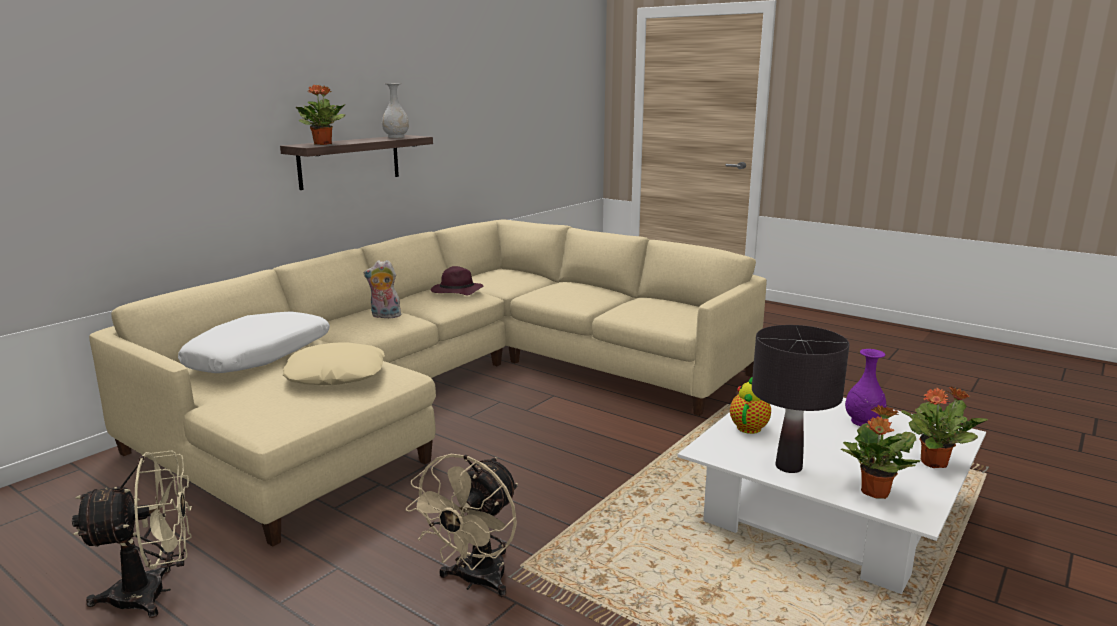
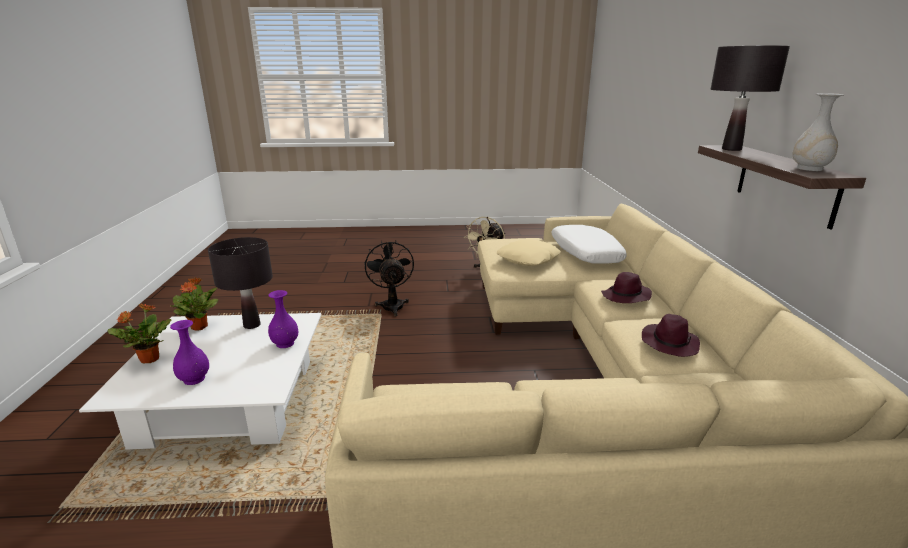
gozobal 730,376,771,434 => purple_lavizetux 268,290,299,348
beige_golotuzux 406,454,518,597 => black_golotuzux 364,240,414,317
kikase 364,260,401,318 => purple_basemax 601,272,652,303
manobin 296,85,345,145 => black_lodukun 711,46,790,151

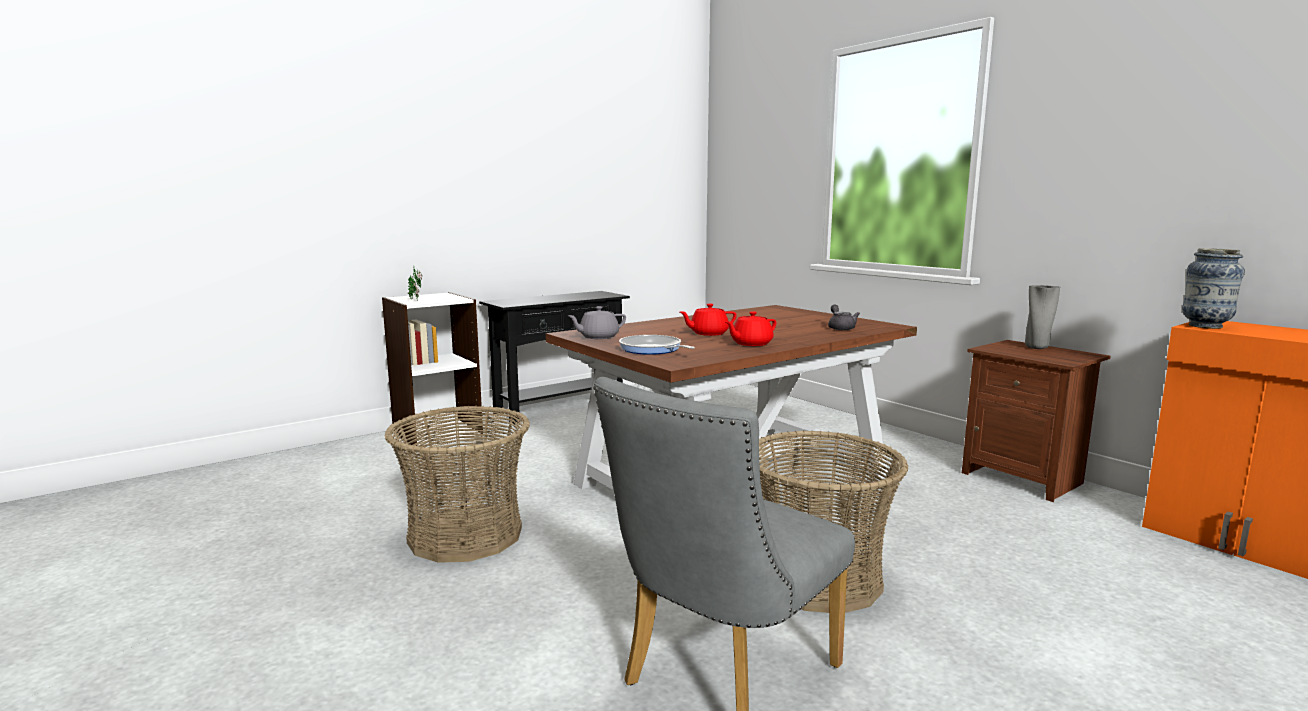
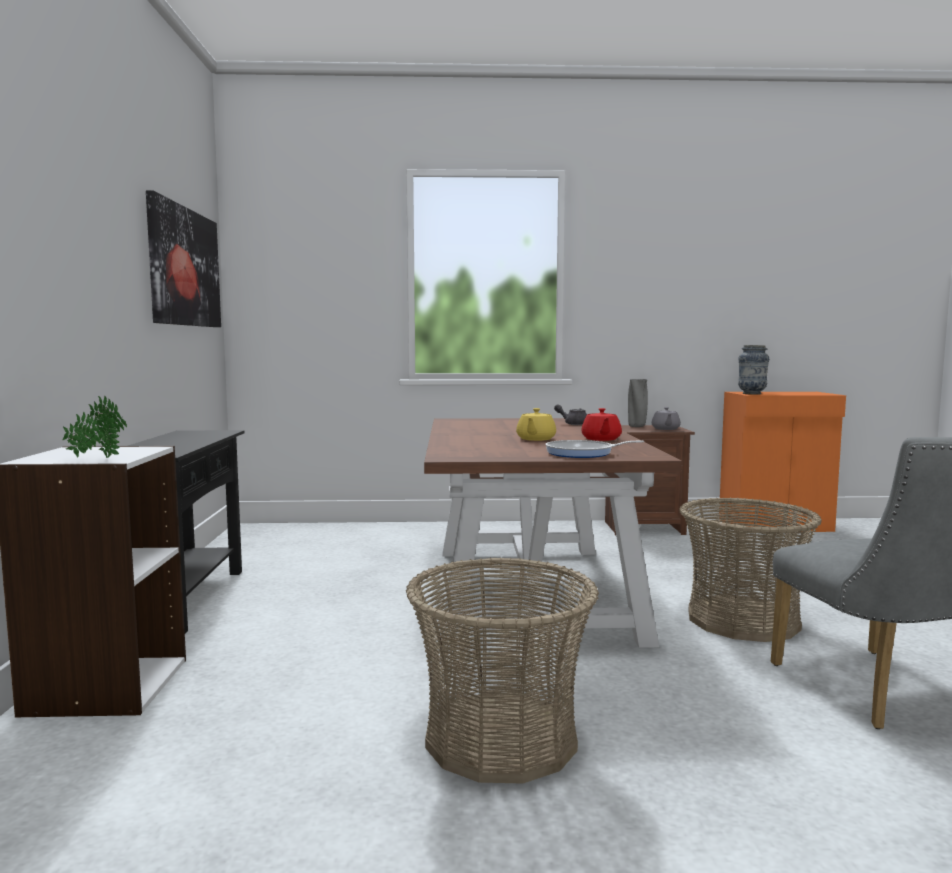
nothing => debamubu 146,190,221,327
red_gozobal 680,304,737,336 => yellow_gozobal 516,408,556,441
grey_gozobal 568,306,626,339 => grey_gozobal 652,407,681,430, shifted

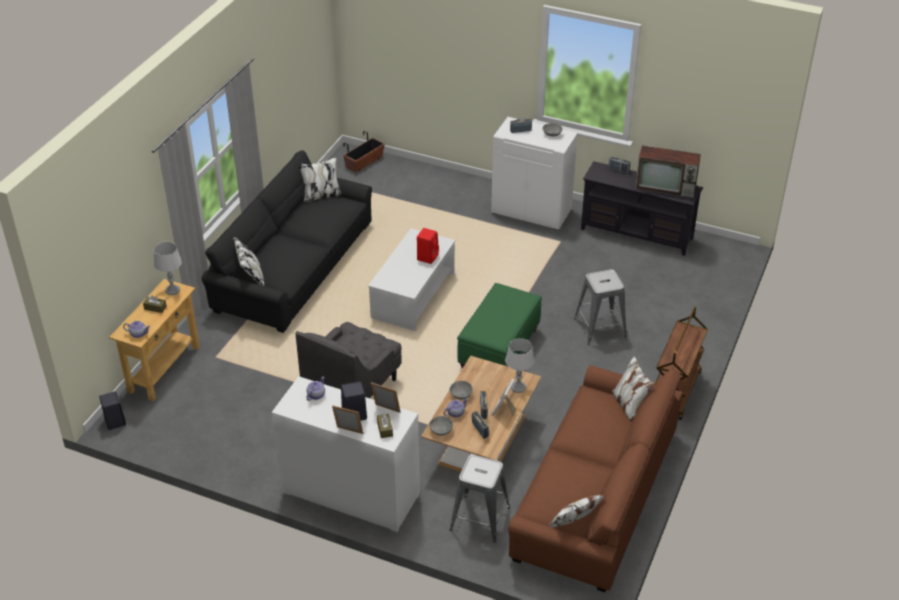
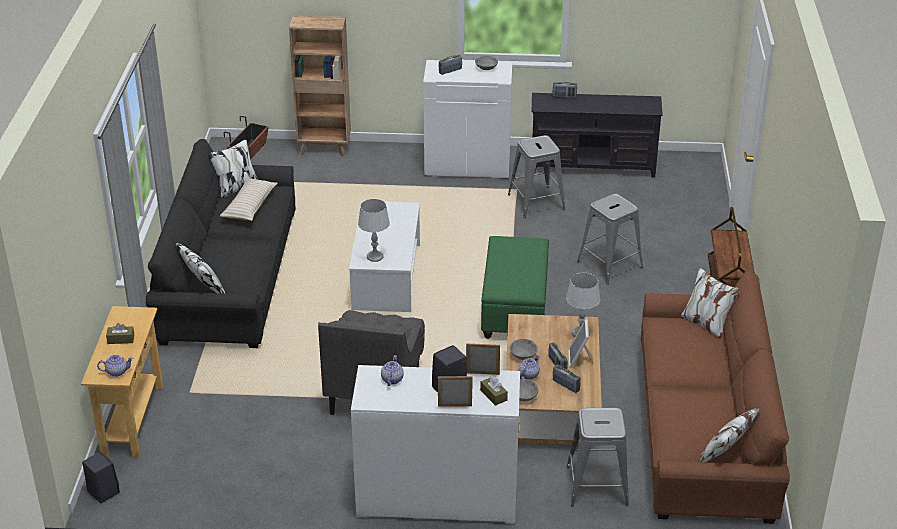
nothing => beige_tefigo 220,179,278,221
nothing => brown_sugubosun 289,16,351,156
grey_lodukun 154,242,182,295 => grey_lodukun 358,199,390,262, shifted
nothing => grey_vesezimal 508,135,565,218
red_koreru 417,228,439,264 => nothing
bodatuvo 635,145,701,198 => nothing

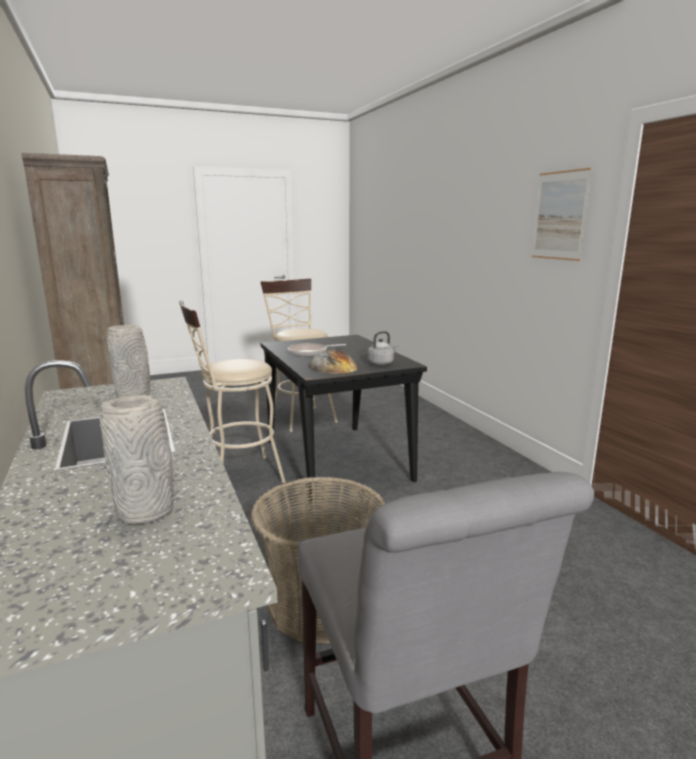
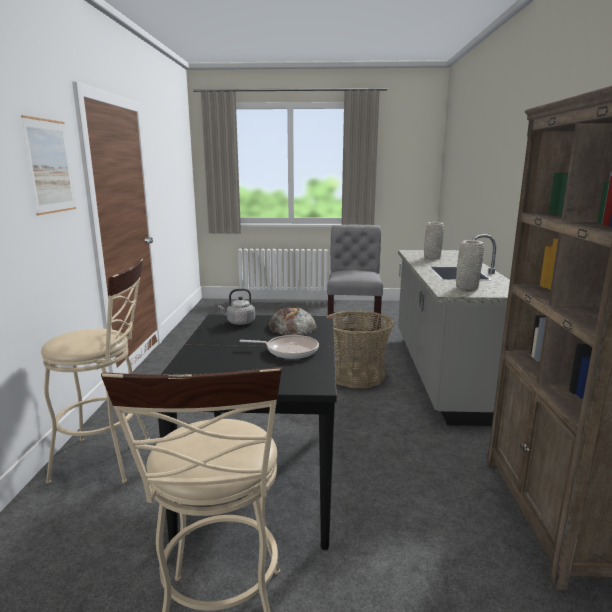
beige_vesezimal 179,300,286,483 => beige_vesezimal 41,259,150,484, shifted

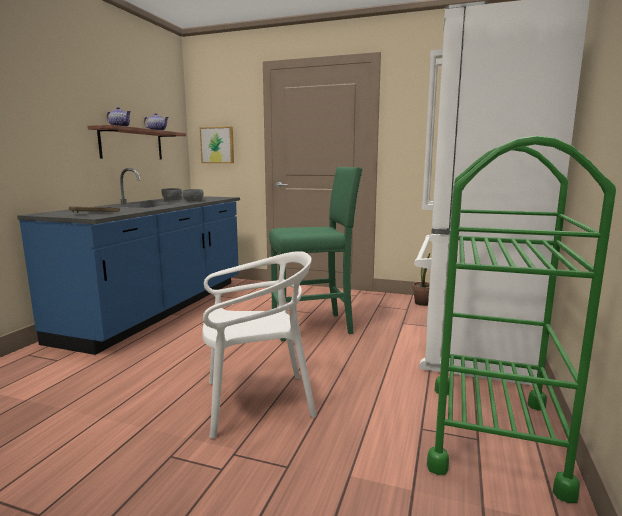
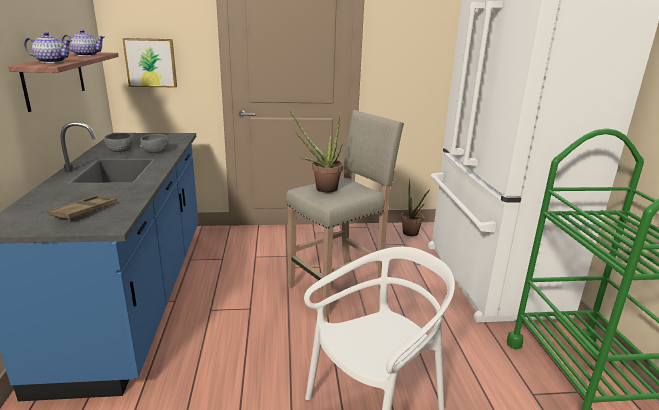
green_vesezimal 269,167,362,342 => beige_vesezimal 286,110,404,317
nothing => manobin 289,109,343,193

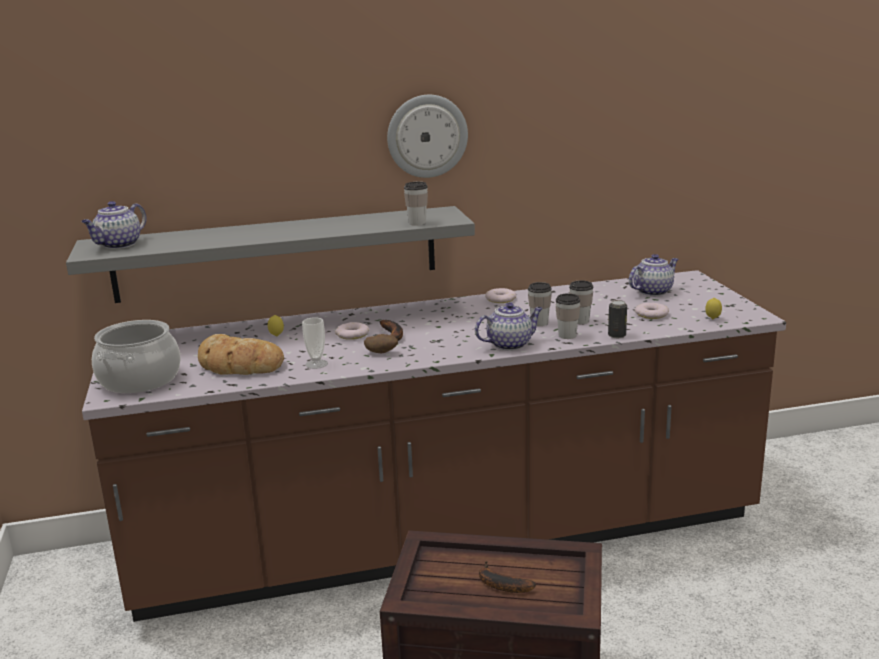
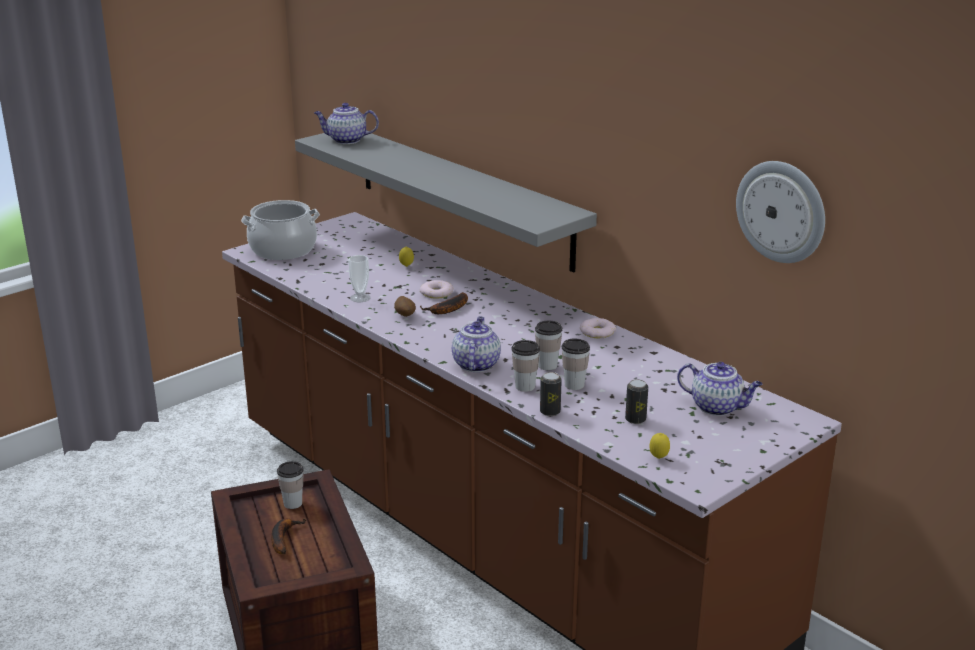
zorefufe 404,182,428,226 => zorefufe 277,461,304,509, shifted
gozobal 475,302,543,351 => gozobal 452,316,501,372, 120 degrees counterclockwise
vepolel 635,303,669,319 => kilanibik 625,379,648,424
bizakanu 387,95,468,178 => bizakanu 736,161,825,263, shifted
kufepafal 198,334,284,375 => nothing

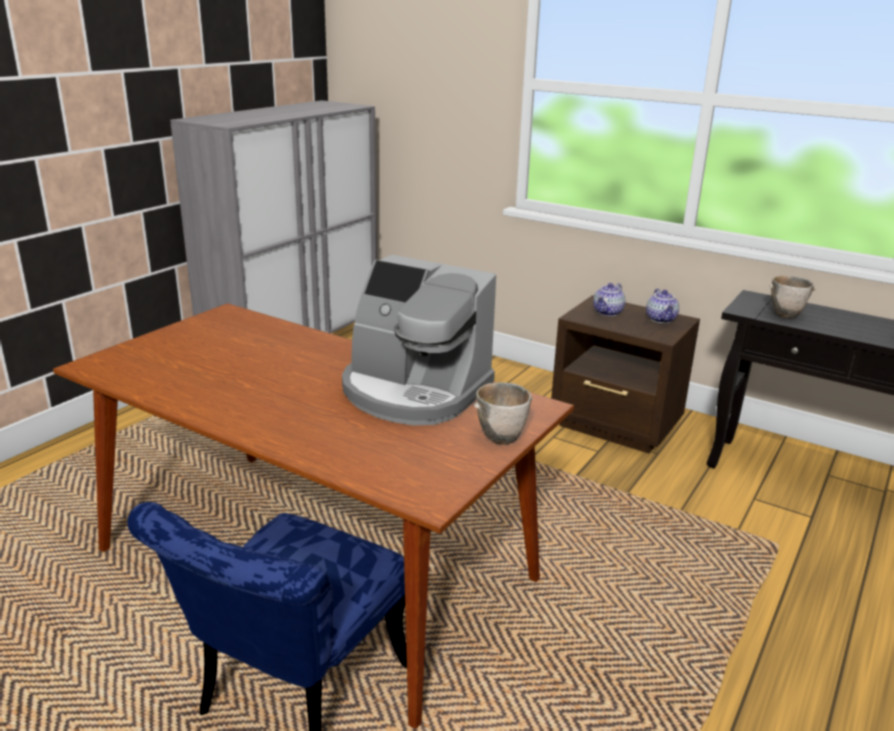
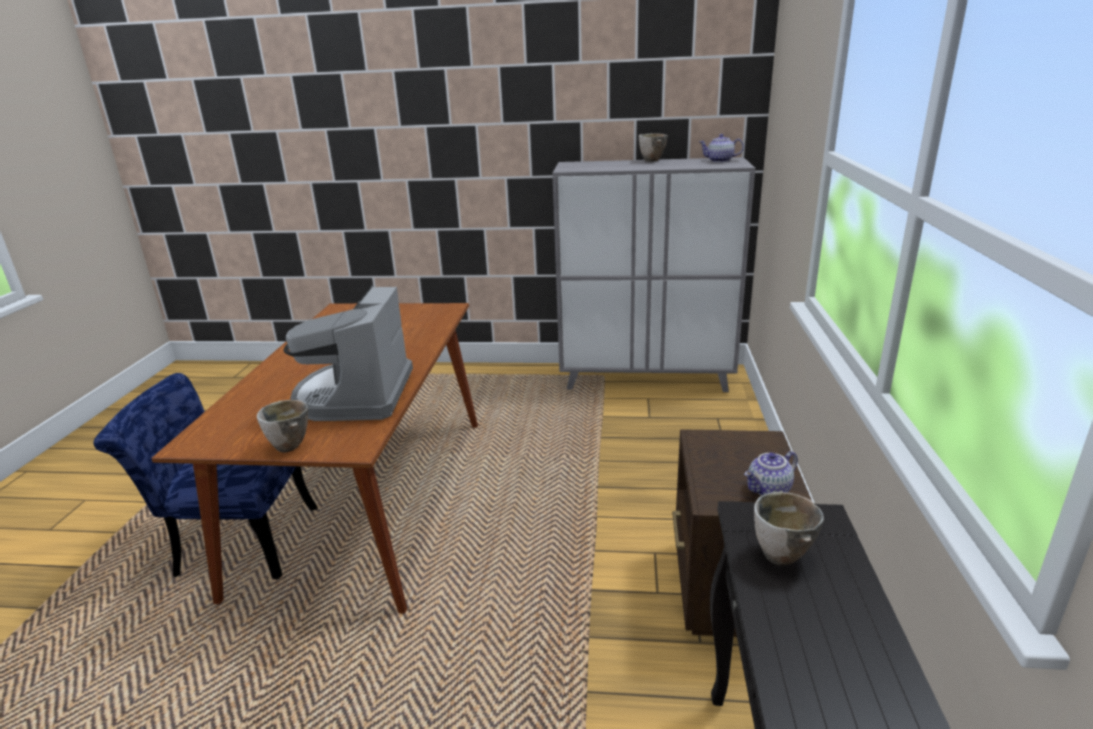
nothing => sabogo 639,133,668,162
gozobal 593,283,625,316 => gozobal 699,134,744,162, shifted

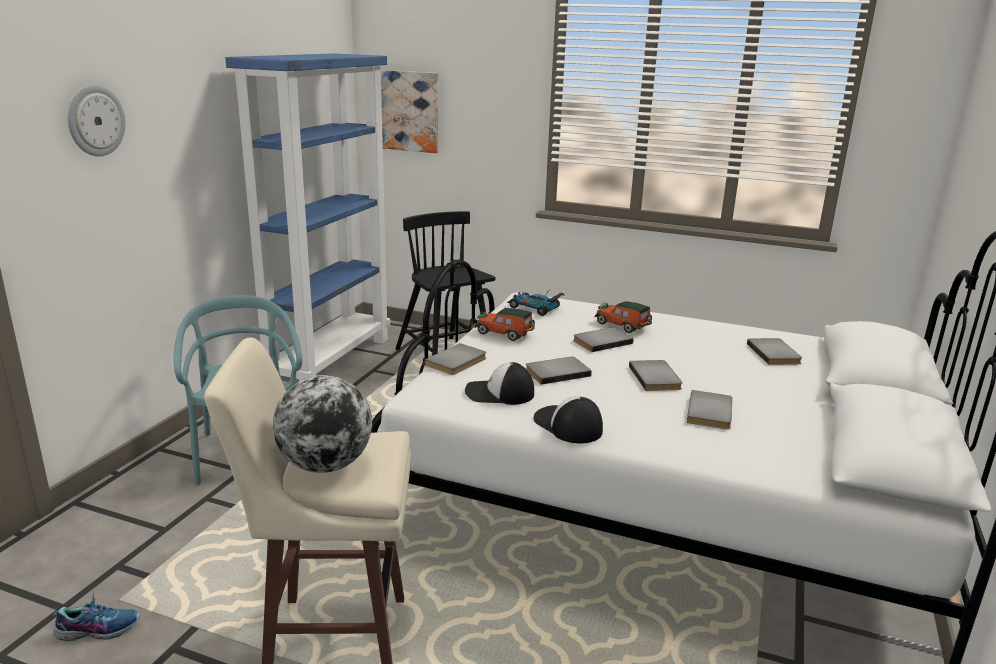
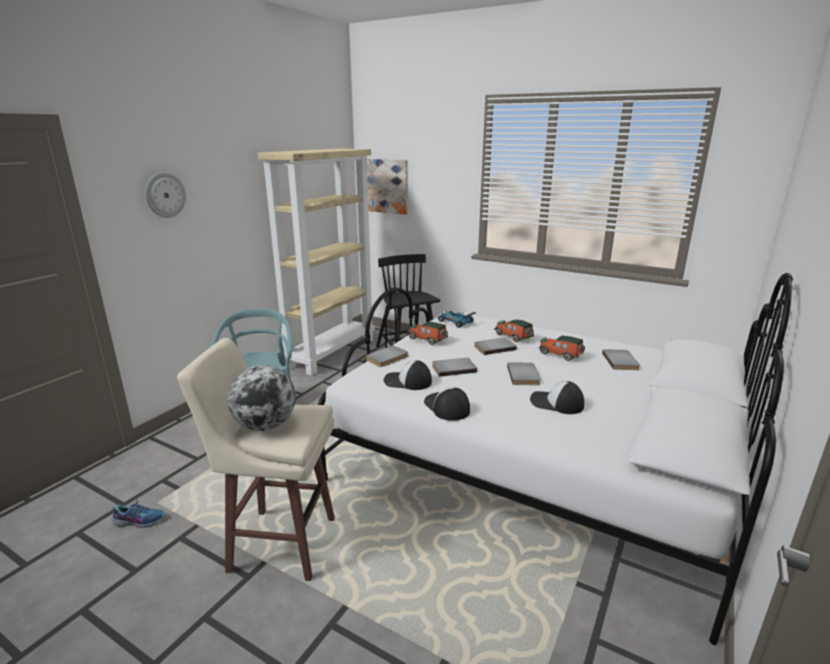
blue_sugubosun 225,53,390,381 => beige_sugubosun 257,149,375,376
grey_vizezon 687,390,732,430 => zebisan 530,381,584,414
nothing => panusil 538,336,585,361

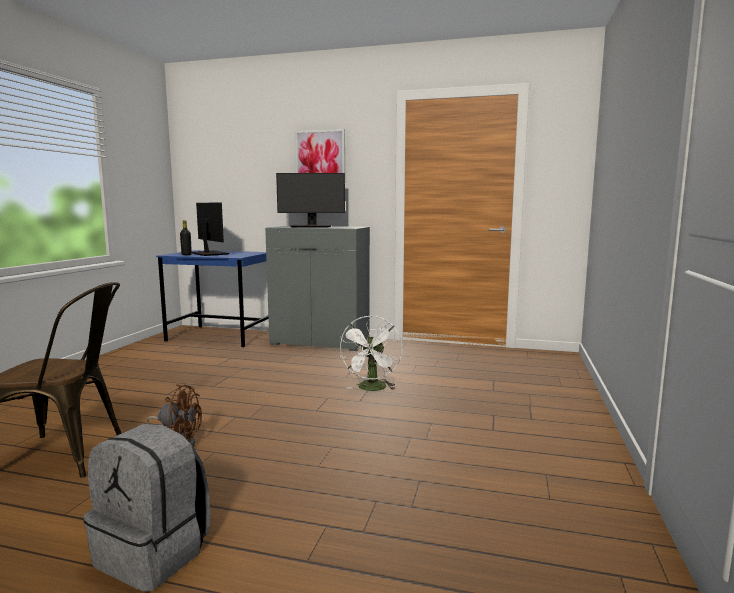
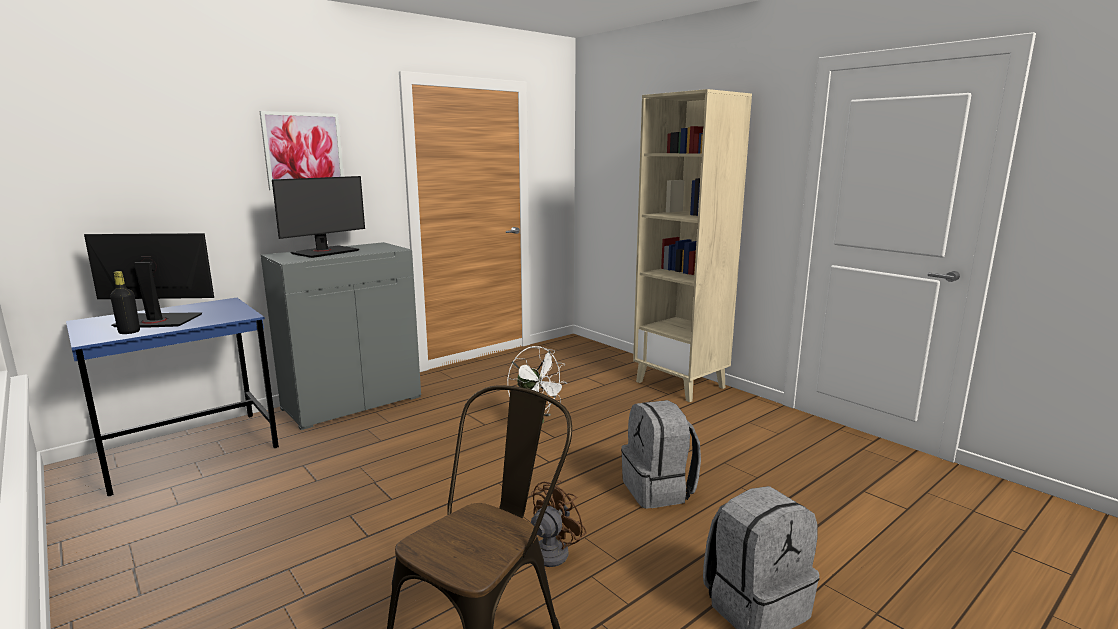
nothing => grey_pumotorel 621,400,701,509
nothing => beige_sugubosun 633,89,752,402

